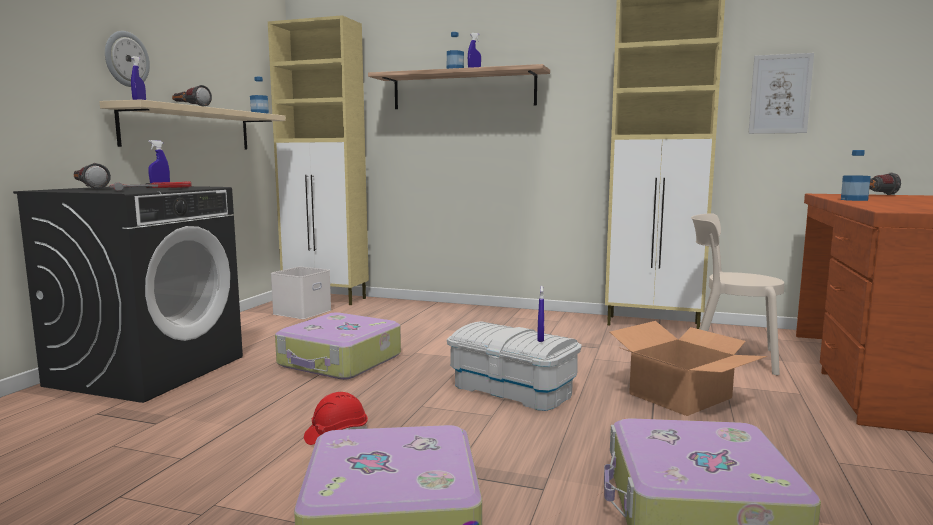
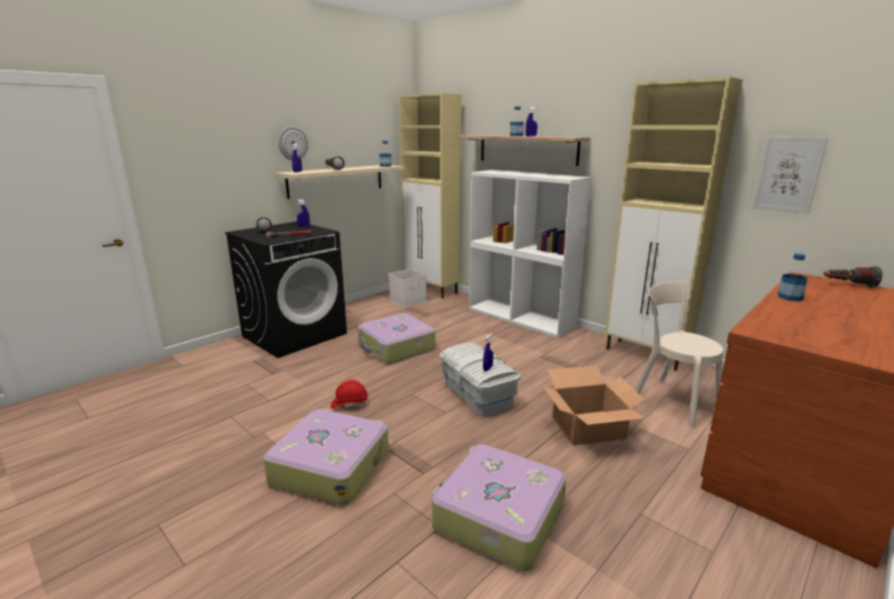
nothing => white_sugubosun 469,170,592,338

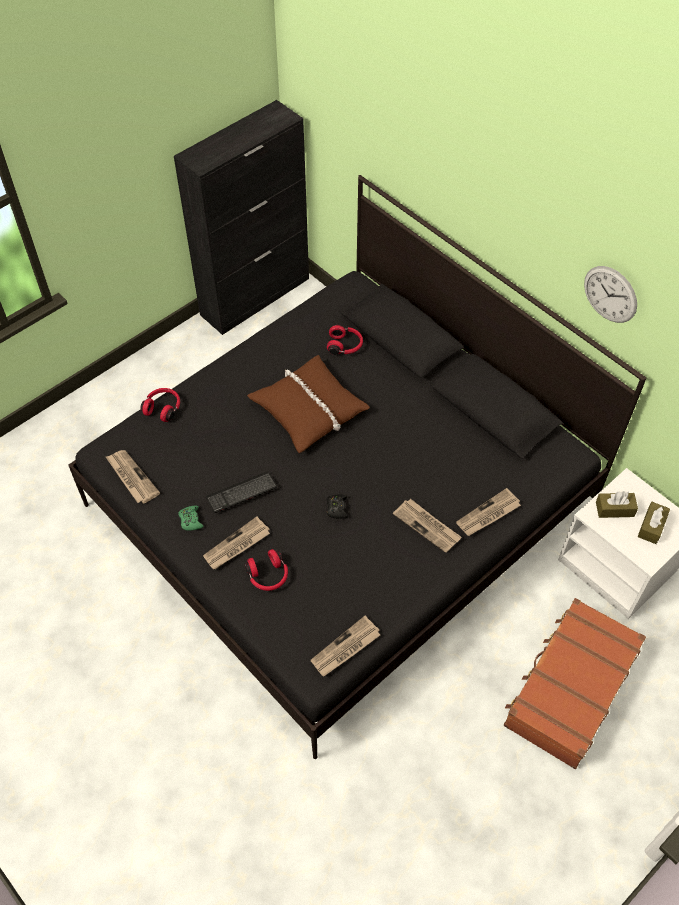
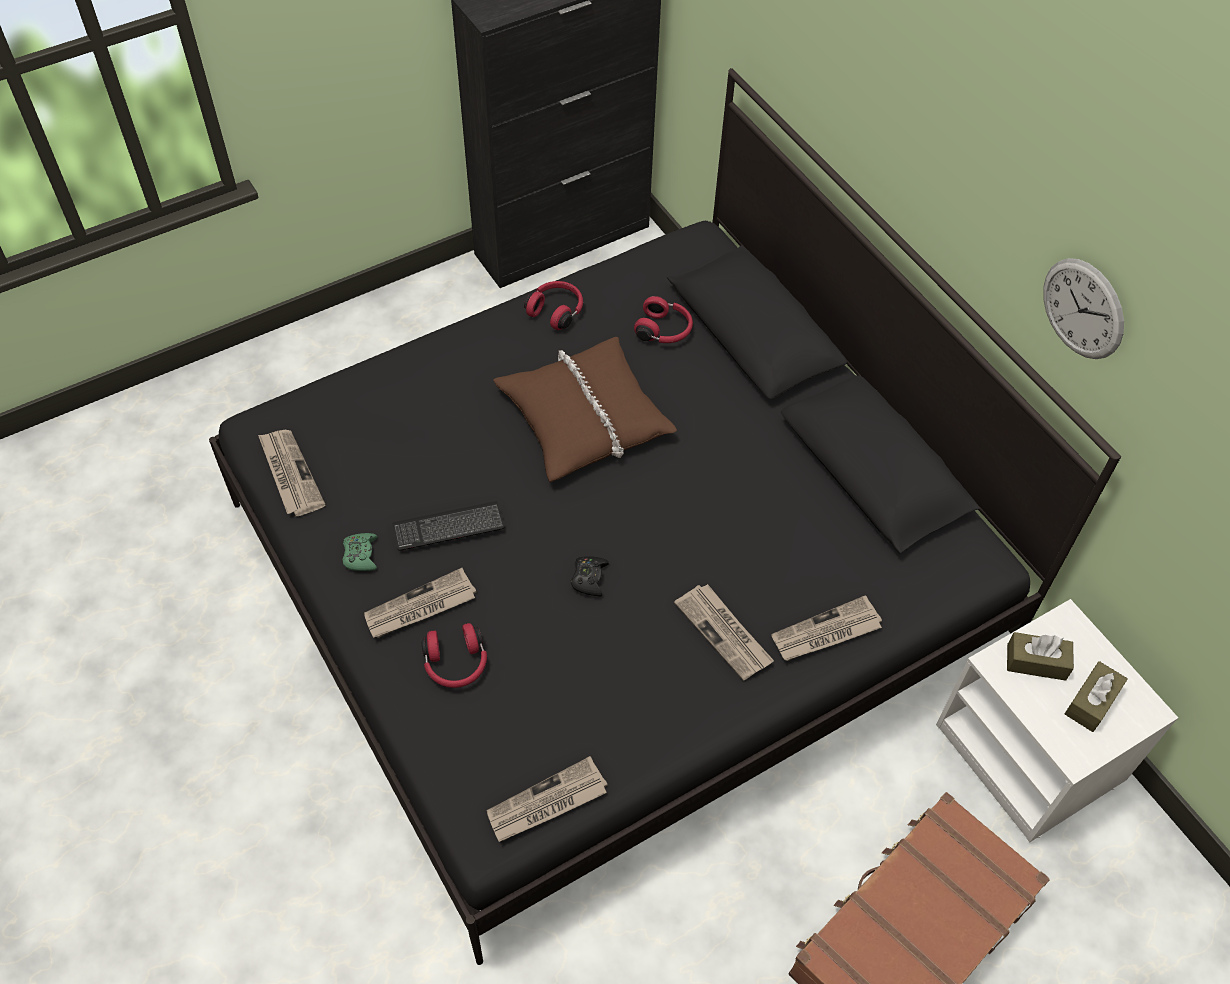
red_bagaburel 141,388,180,422 => red_bagaburel 524,281,583,330, shifted

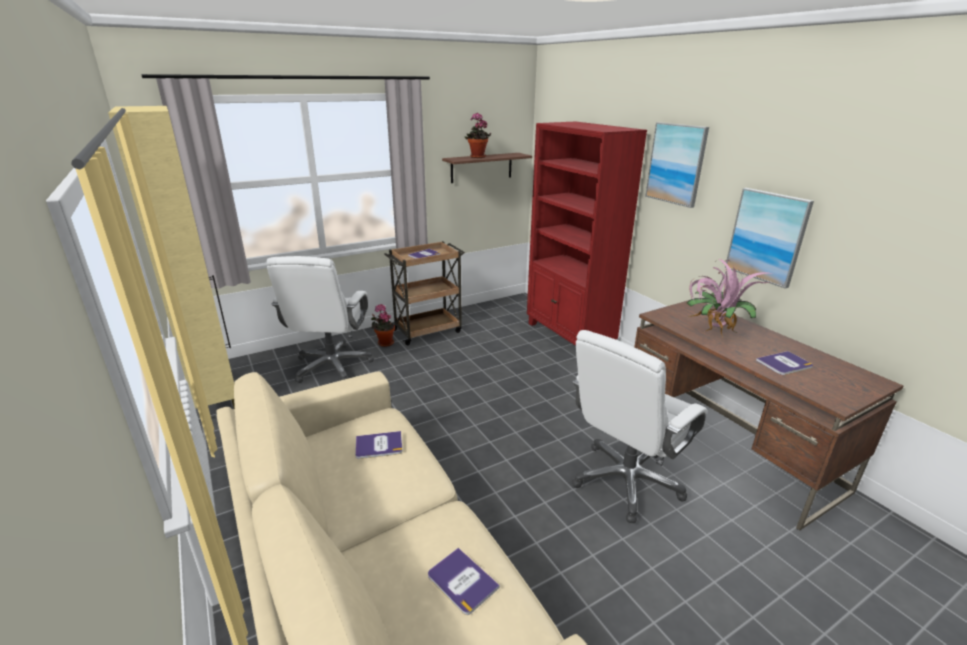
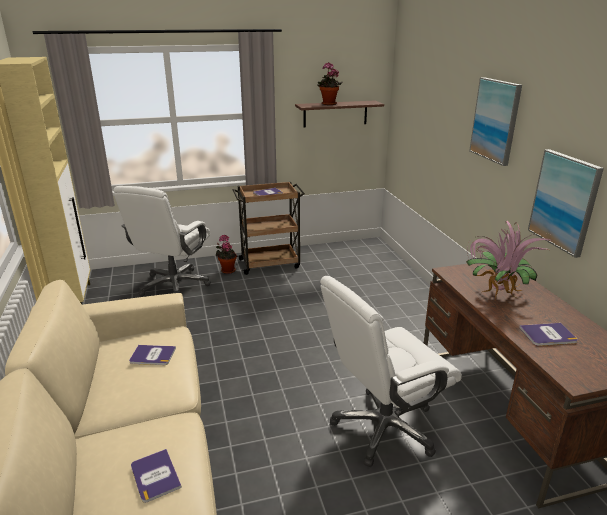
red_sugubosun 527,121,647,346 => nothing

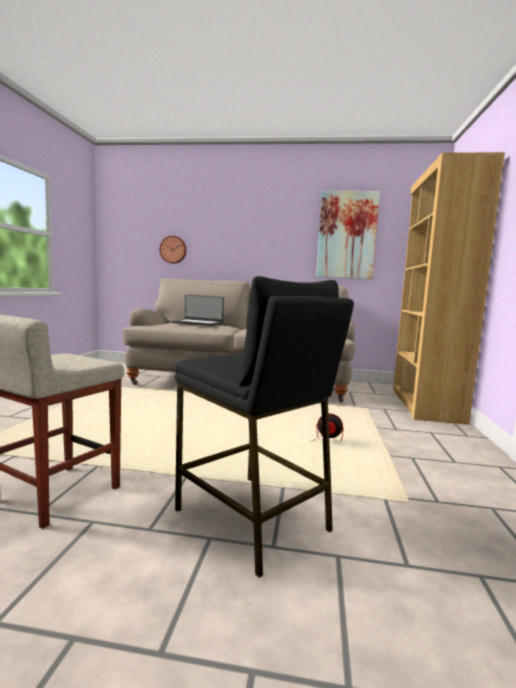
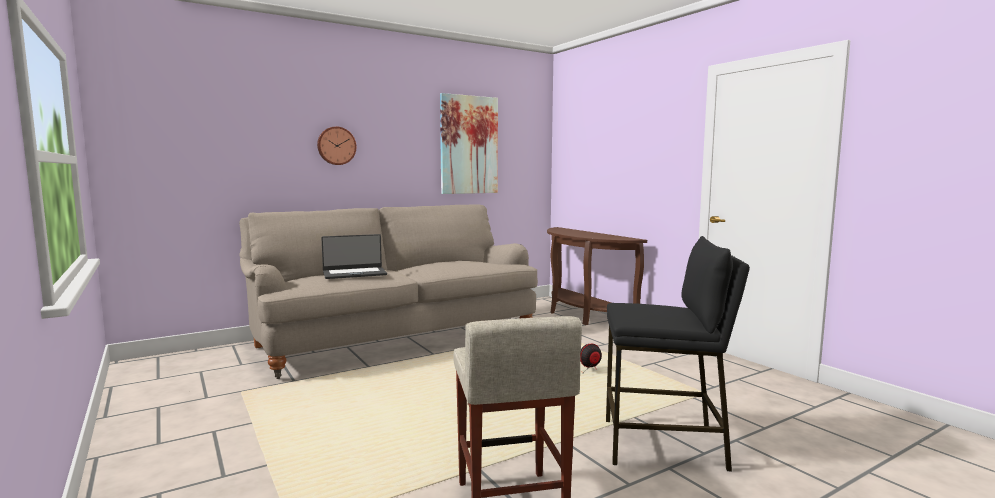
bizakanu 160,236,187,264 => bizakanu 317,127,356,165, shifted
brown_sugubosun 393,152,505,425 => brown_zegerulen 547,227,647,325

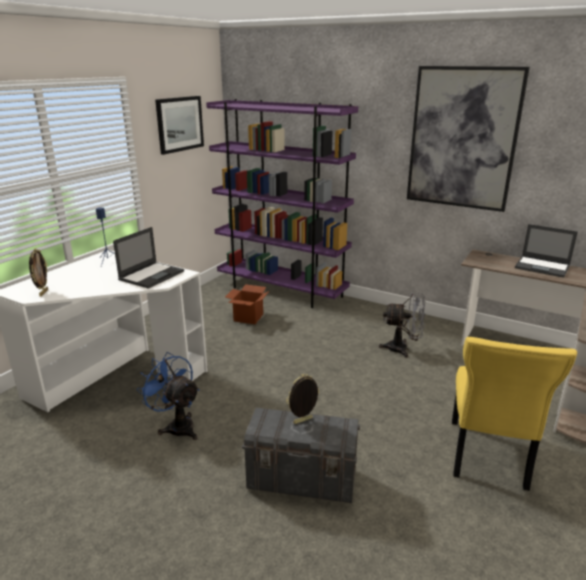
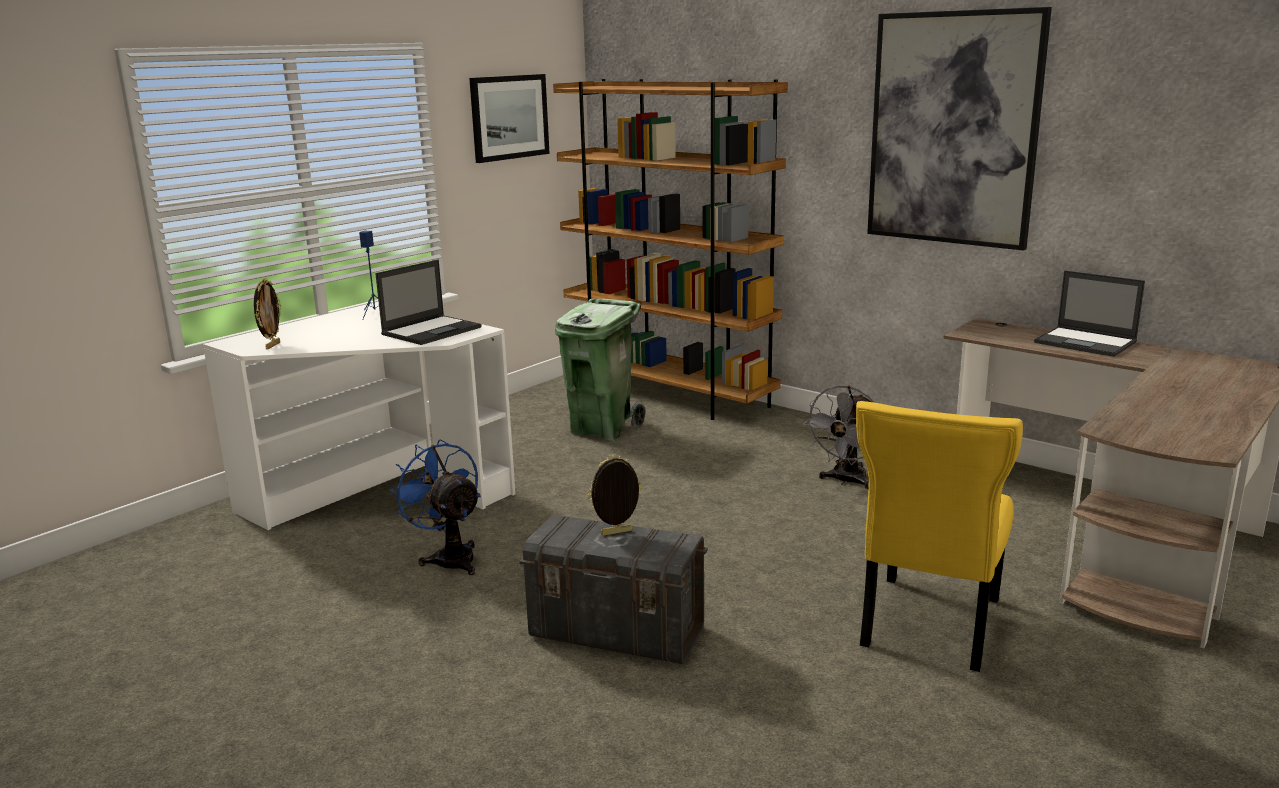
purple_sugubosun 206,99,358,308 => brown_sugubosun 553,79,788,420
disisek 225,284,269,324 => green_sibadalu 555,299,646,441
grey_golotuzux 379,293,425,358 => grey_golotuzux 803,385,875,489, 105 degrees clockwise

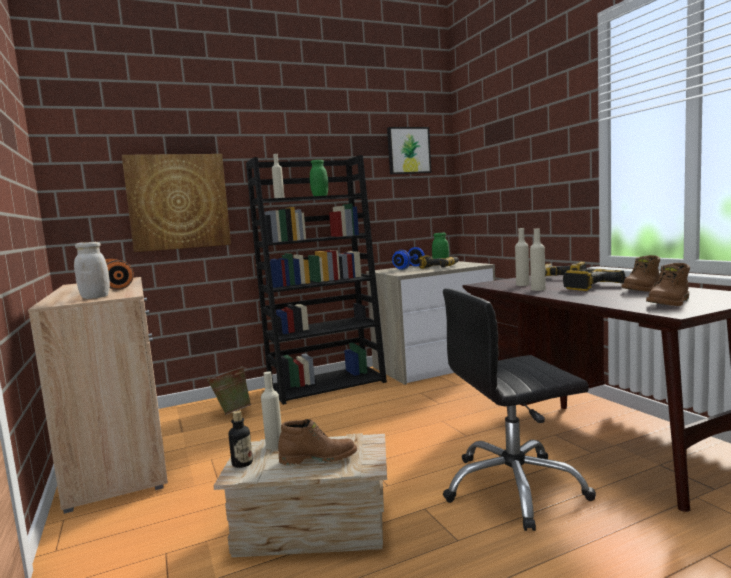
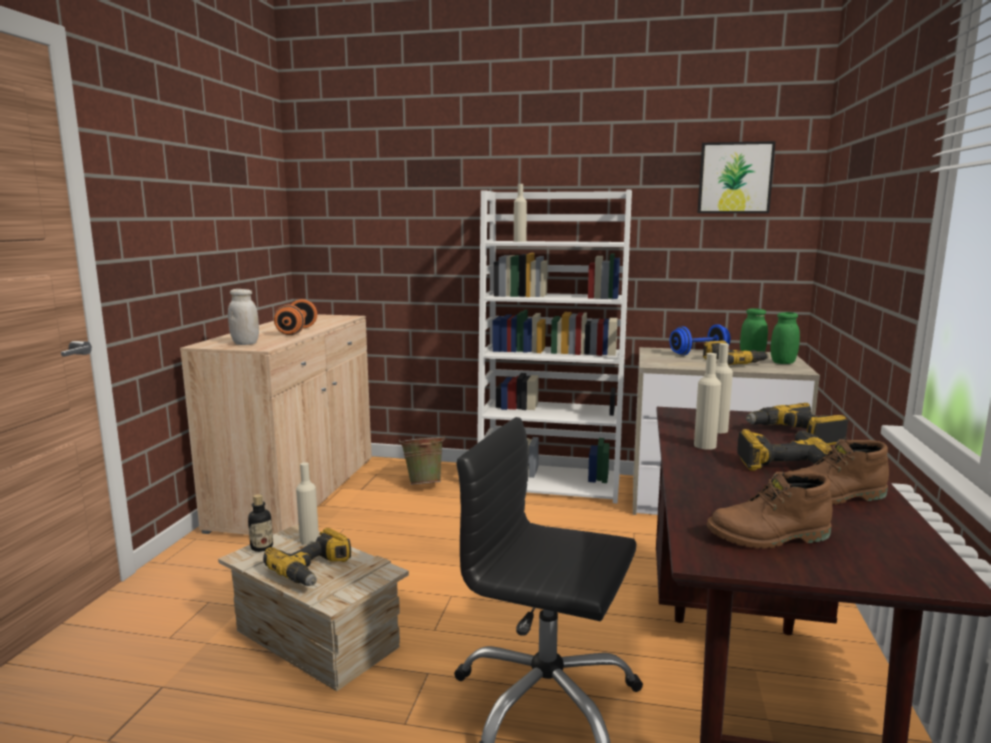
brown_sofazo 278,419,357,465 => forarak 263,528,351,586
black_sugubosun 246,155,387,405 => white_sugubosun 477,189,632,503
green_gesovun 310,160,328,196 => green_gesovun 770,312,800,364, shifted
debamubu 122,154,231,252 => nothing

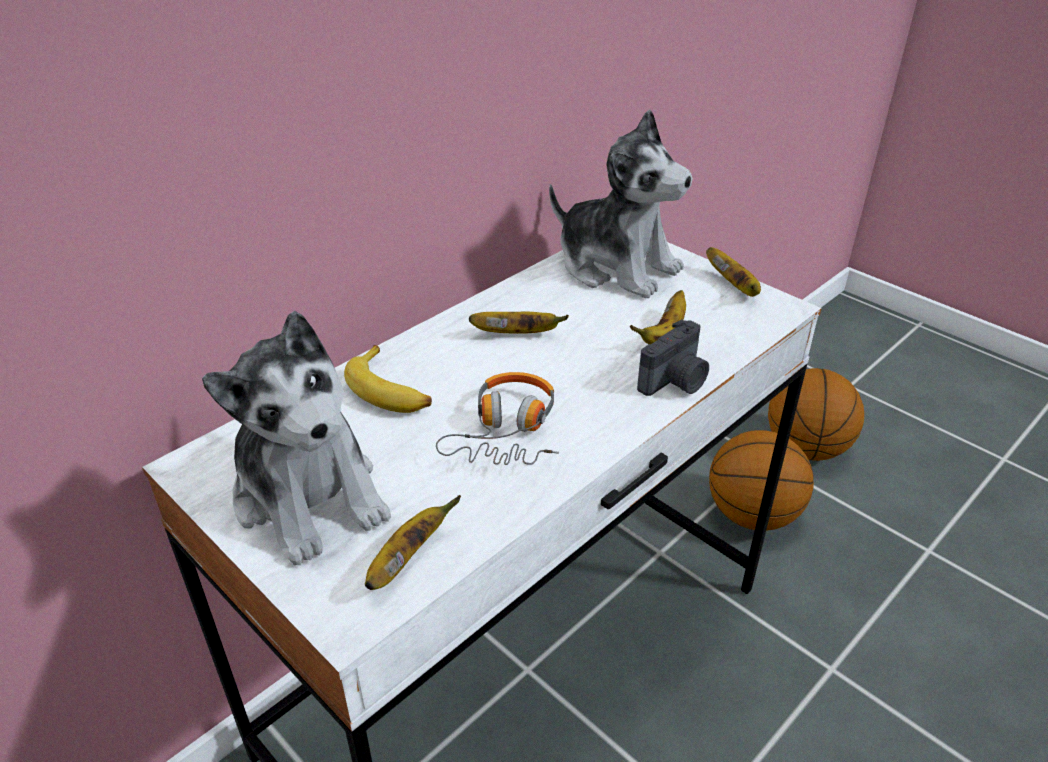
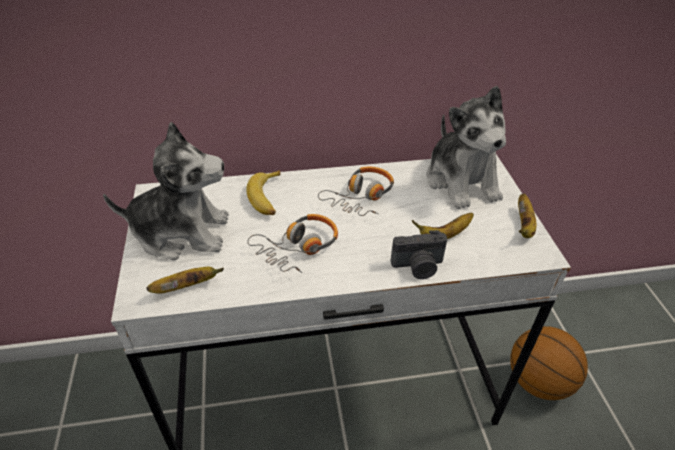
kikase 202,311,391,565 => kikase 103,122,229,260, 90 degrees counterclockwise
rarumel 469,312,569,334 => bagaburel 318,167,394,216
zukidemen 768,368,864,461 => nothing

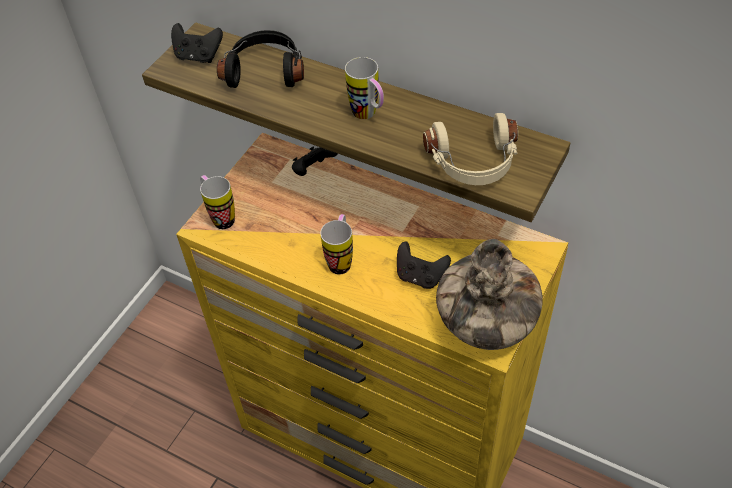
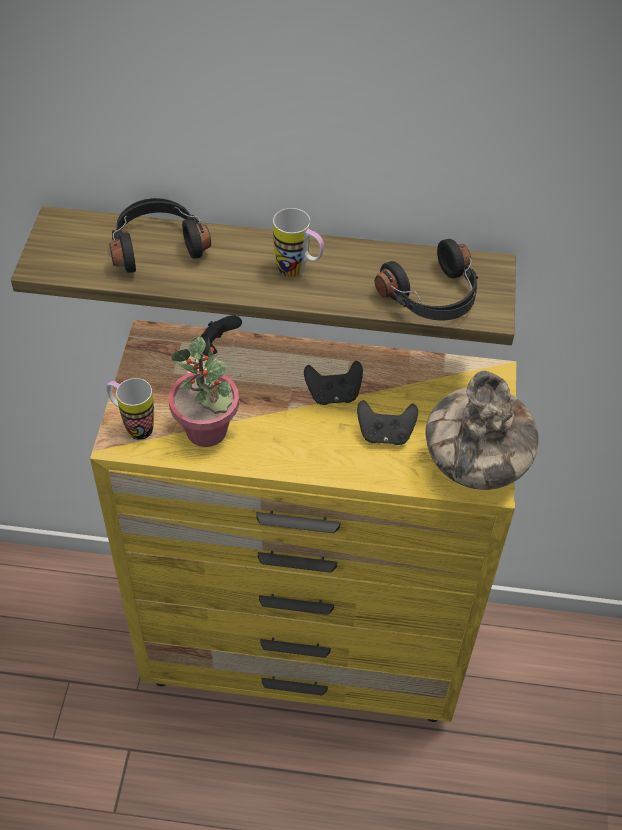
nothing => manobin 169,336,239,447
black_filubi 171,23,223,63 => black_filubi 304,361,363,405, shifted
beige_bagaburel 423,113,518,185 => black_bagaburel 375,239,478,321
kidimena 320,214,353,275 => nothing

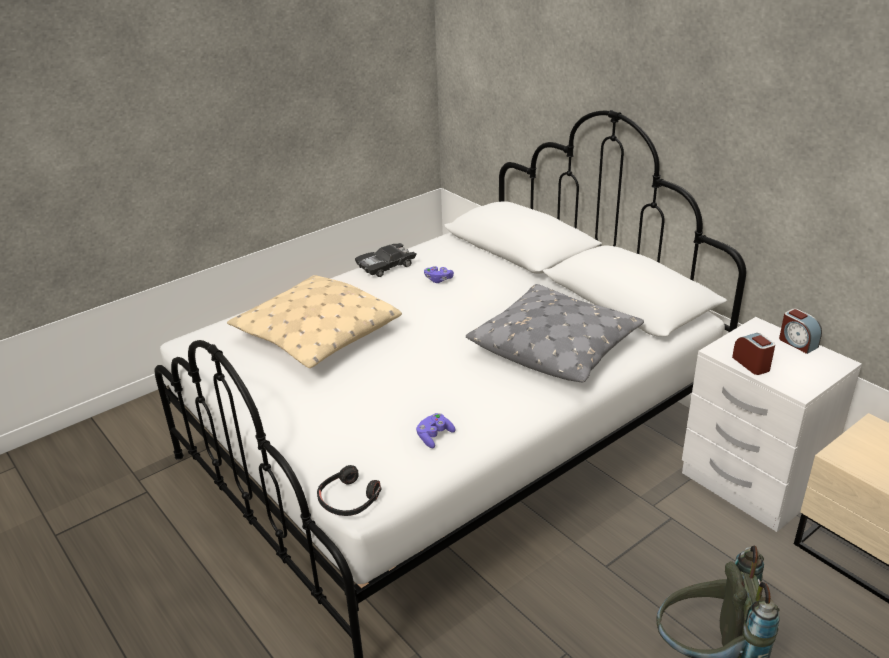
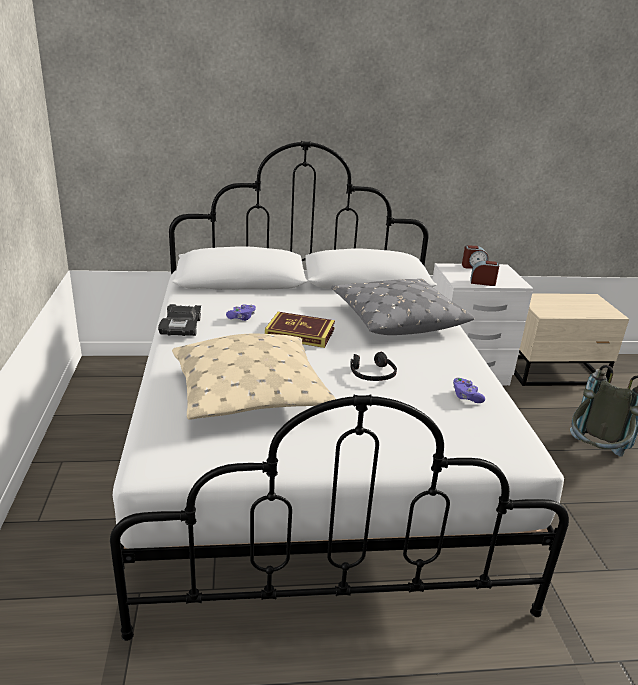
nothing => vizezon 265,312,335,348
black_bagaburel 317,465,381,516 => black_bagaburel 350,352,397,381, shifted

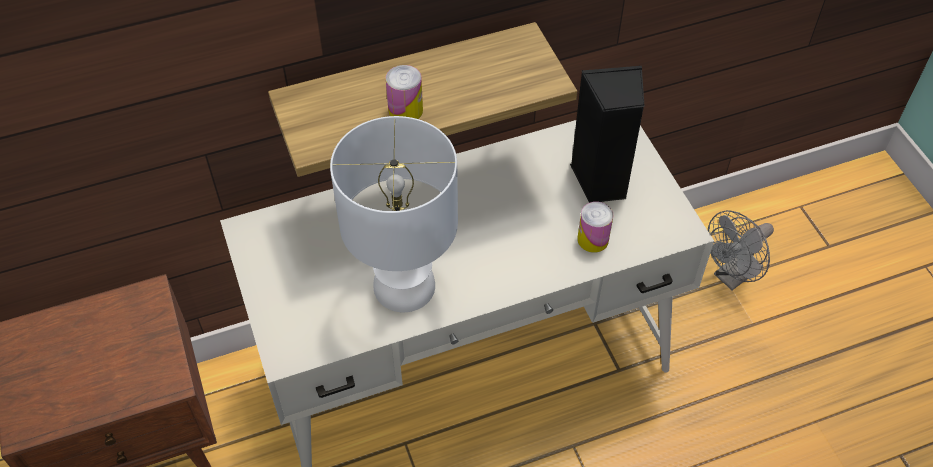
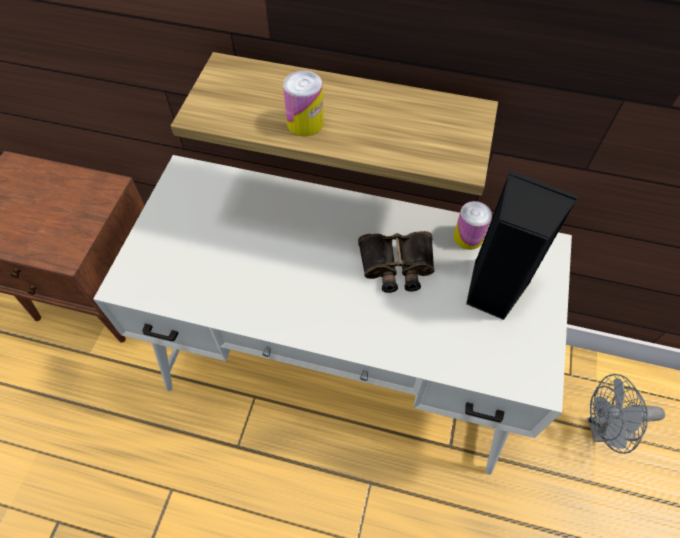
nothing => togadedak 358,231,434,293
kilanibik 577,202,613,253 => kilanibik 454,201,492,250, shifted
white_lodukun 330,116,458,312 => nothing

